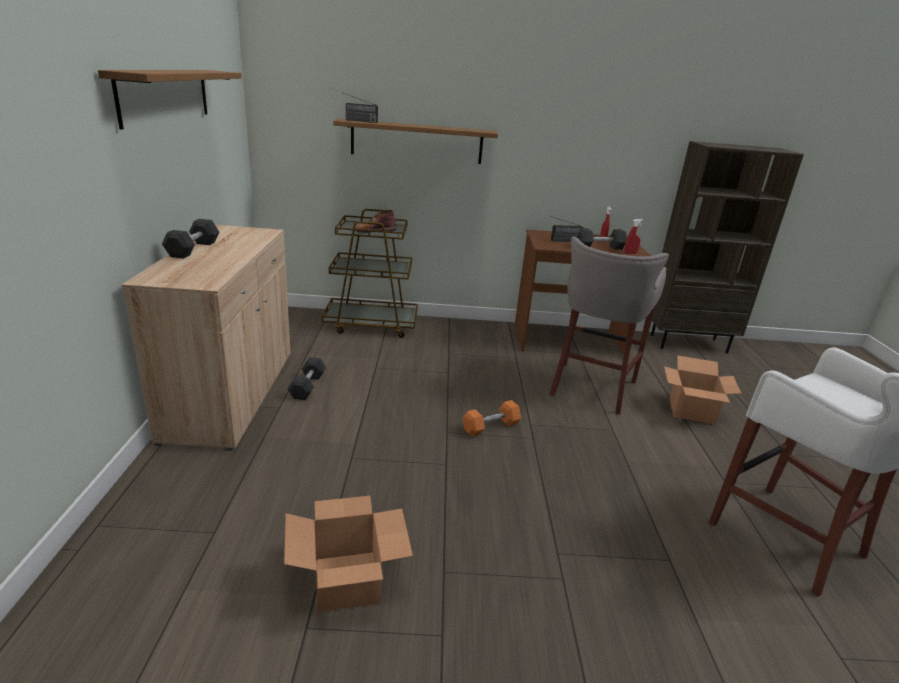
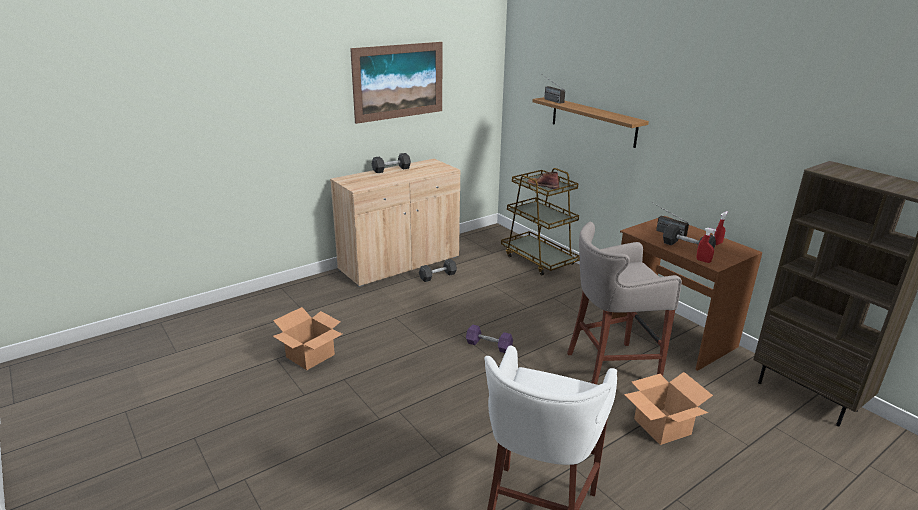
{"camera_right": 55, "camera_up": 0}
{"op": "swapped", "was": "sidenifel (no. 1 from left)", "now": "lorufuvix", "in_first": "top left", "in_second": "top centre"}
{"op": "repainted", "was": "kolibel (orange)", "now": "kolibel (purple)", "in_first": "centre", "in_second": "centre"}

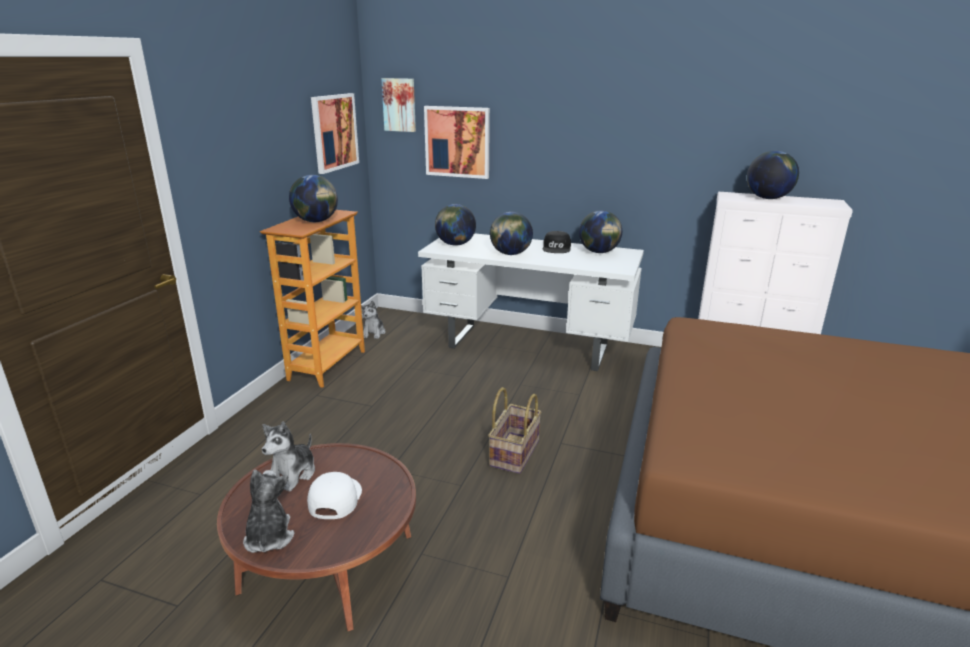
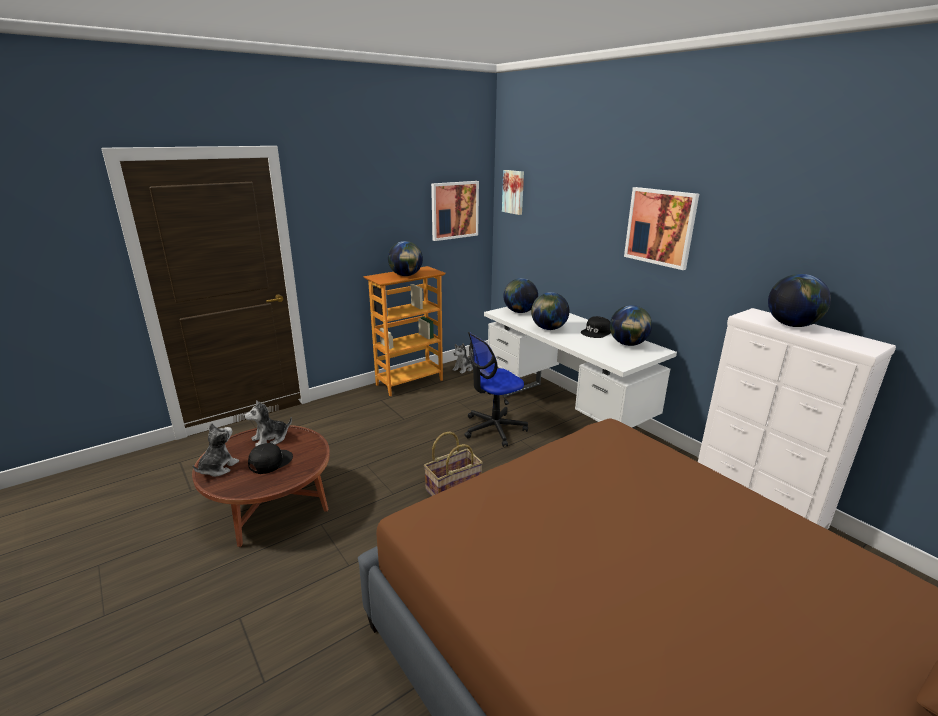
{"camera_right": 35, "camera_up": 0}
{"op": "new", "now": "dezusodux", "in_second": "centre"}
{"op": "shifted", "was": "lorufuvix (no. 3 from left)", "in_first": "top centre", "in_second": "top right"}
{"op": "repainted", "was": "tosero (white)", "now": "tosero (black) (no. 1 from left)", "in_first": "bottom centre", "in_second": "middle left"}

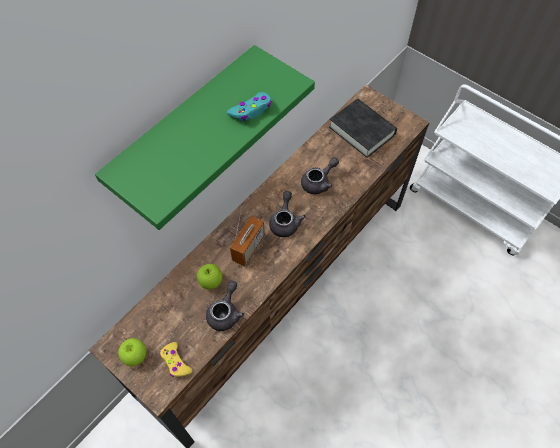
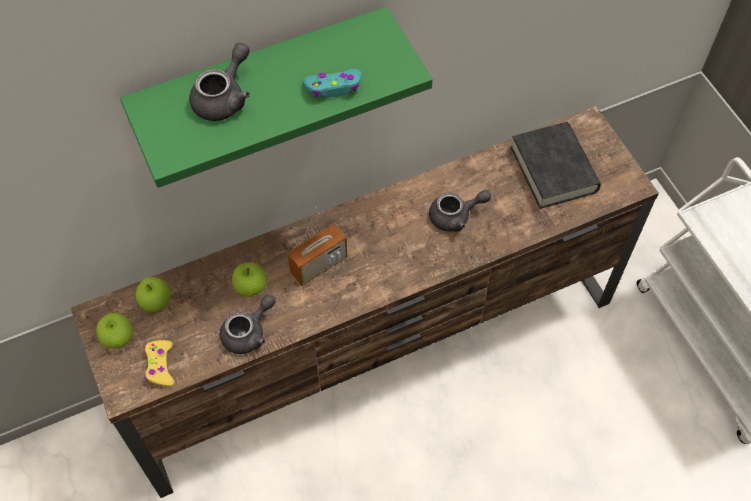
{"camera_right": 25, "camera_up": 0}
{"op": "new", "now": "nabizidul (no. 2 from left)", "in_second": "middle left"}
{"op": "shifted", "was": "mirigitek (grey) (no. 2 from left in the first image)", "now": "mirigitek (grey) (no. 1 from left)", "in_first": "centre", "in_second": "top left"}

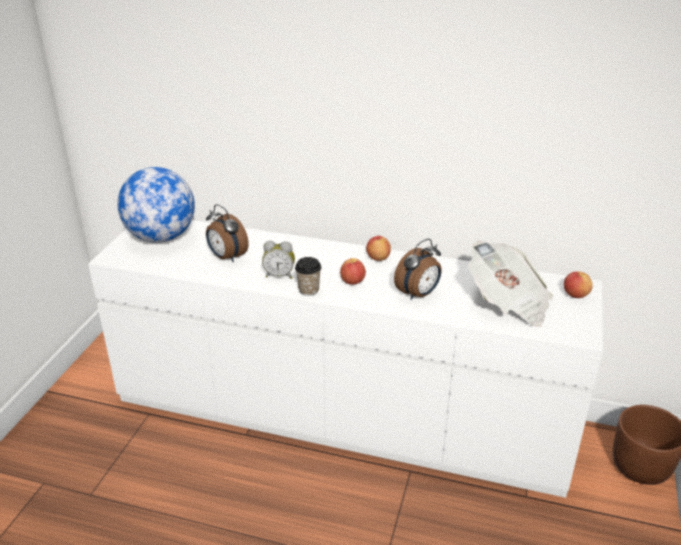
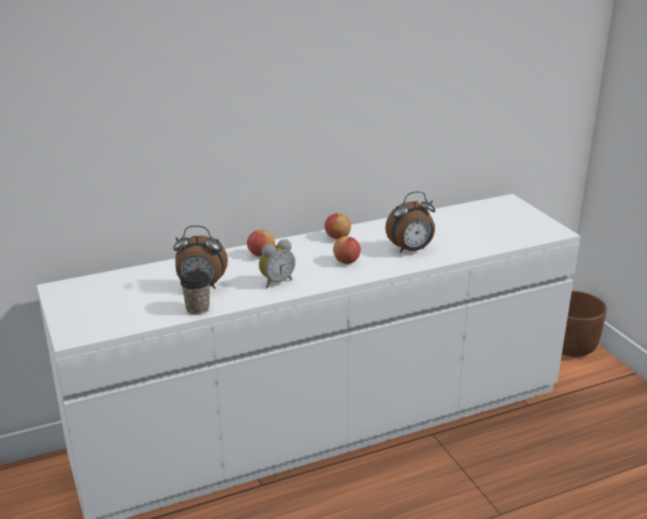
{"camera_right": -40, "camera_up": -5}
{"op": "gone", "was": "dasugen", "in_first": "middle left"}
{"op": "gone", "was": "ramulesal", "in_first": "middle right"}
{"op": "shifted", "was": "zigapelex", "in_first": "centre", "in_second": "middle left"}
{"op": "shifted", "was": "nabizidul (no. 3 from left in the first image)", "now": "nabizidul (no. 1 from left)", "in_first": "middle right", "in_second": "centre"}
{"op": "rotated", "was": "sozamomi (no. 3 from left)", "in_first": "centre", "in_second": "centre", "clockwise": 60}

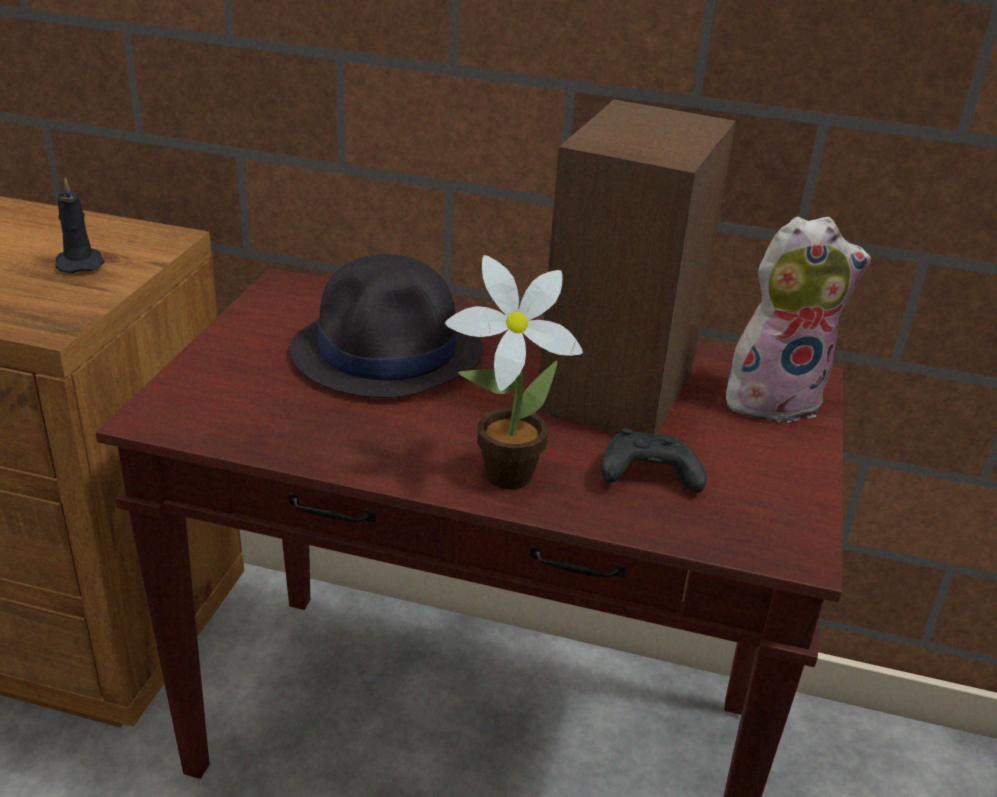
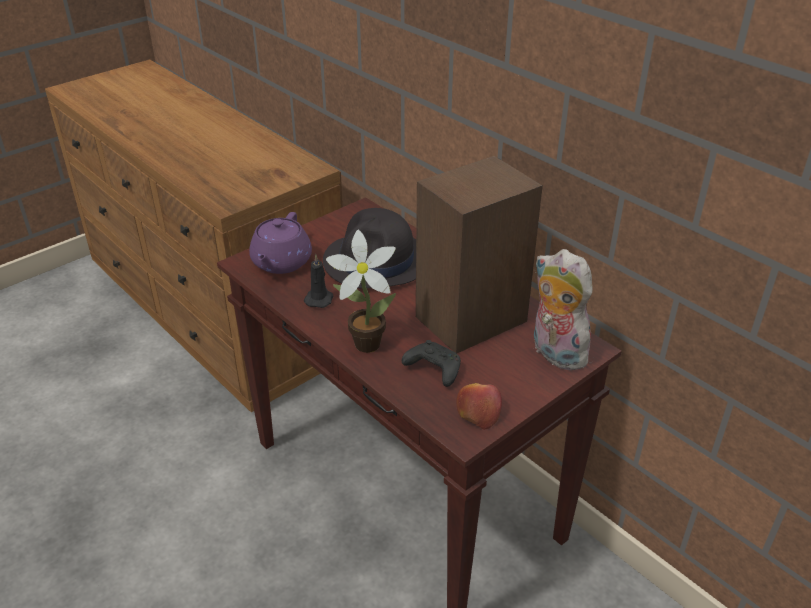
{"camera_right": 35, "camera_up": 5}
{"op": "new", "now": "mirigitek (purple)", "in_second": "centre"}
{"op": "new", "now": "nabizidul", "in_second": "bottom centre"}
{"op": "shifted", "was": "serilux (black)", "in_first": "top left", "in_second": "centre"}
{"op": "rotated", "was": "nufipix", "in_first": "middle right", "in_second": "middle right", "clockwise": -150}

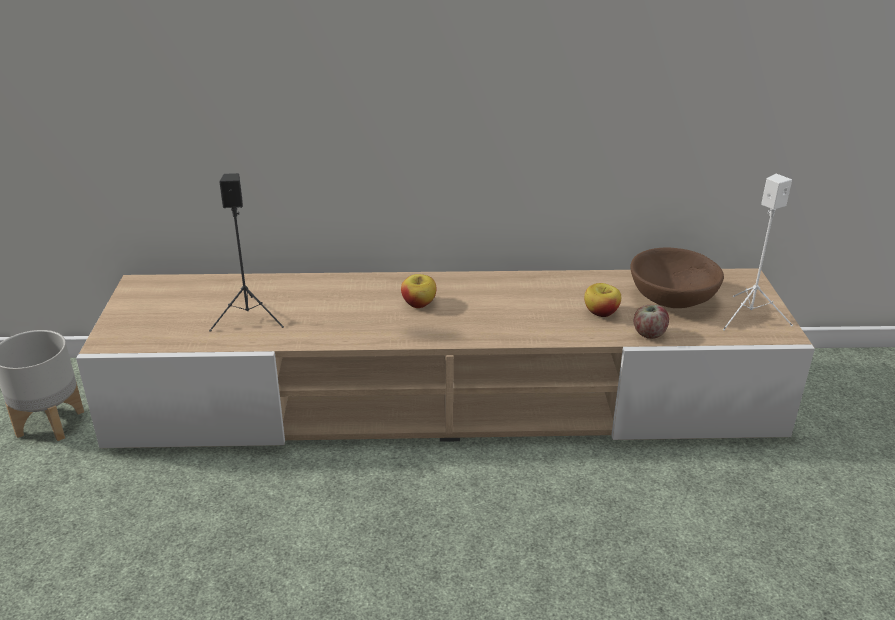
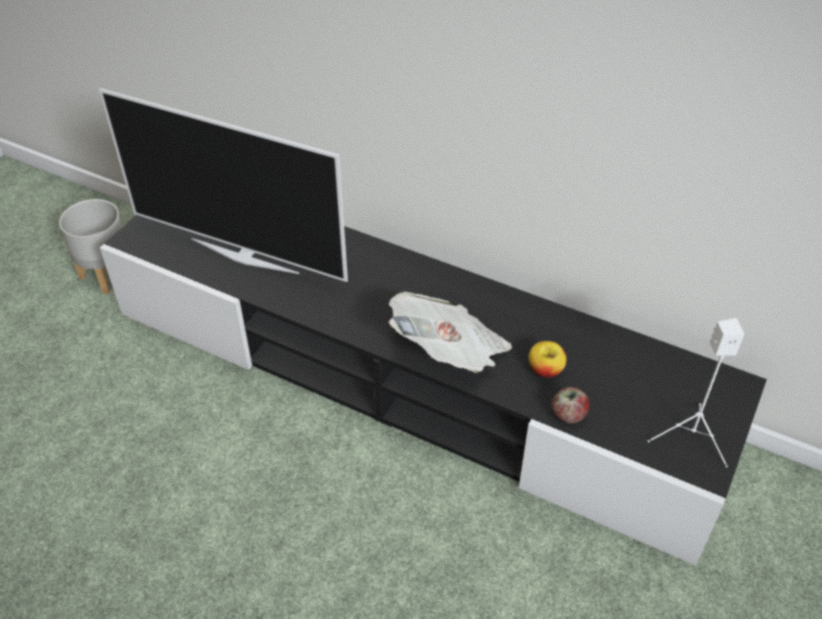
{"camera_right": 30, "camera_up": 15}
{"op": "gone", "was": "nabizidul (no. 1 from left)", "in_first": "centre"}
{"op": "gone", "was": "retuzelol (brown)", "in_first": "middle right"}
{"op": "new", "now": "ramulesal", "in_second": "centre"}
{"op": "swapped", "was": "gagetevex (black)", "now": "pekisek", "in_first": "middle left", "in_second": "top left"}
{"op": "repainted", "was": "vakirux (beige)", "now": "vakirux (black)", "in_first": "centre", "in_second": "centre"}

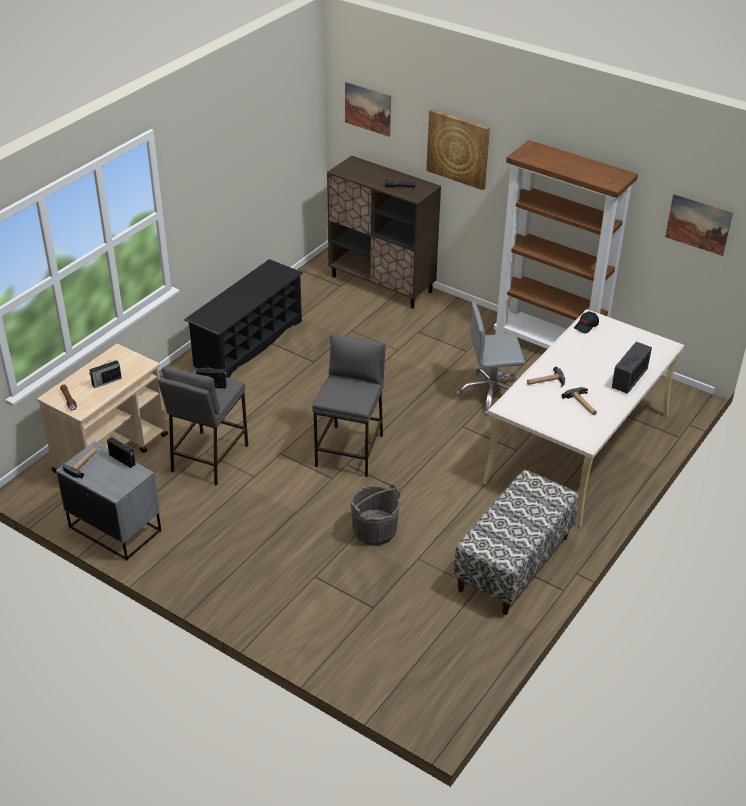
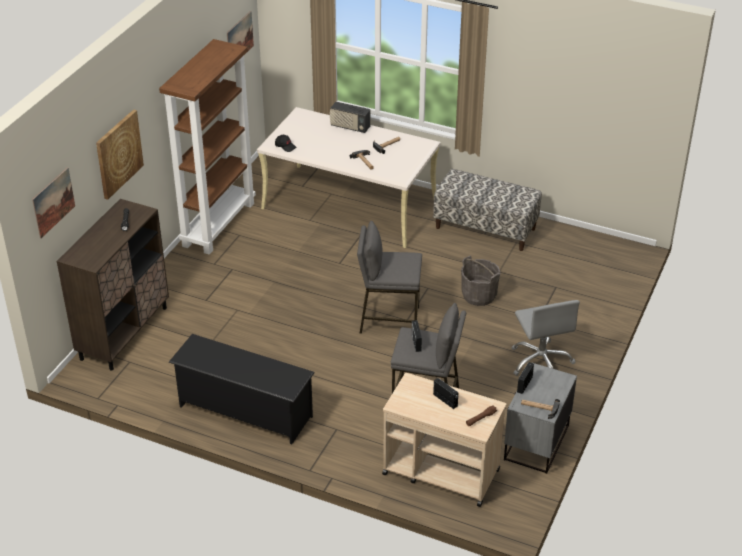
{"camera_right": -100, "camera_up": 0}
{"op": "shifted", "was": "dezusodux (grey)", "in_first": "centre", "in_second": "middle right"}

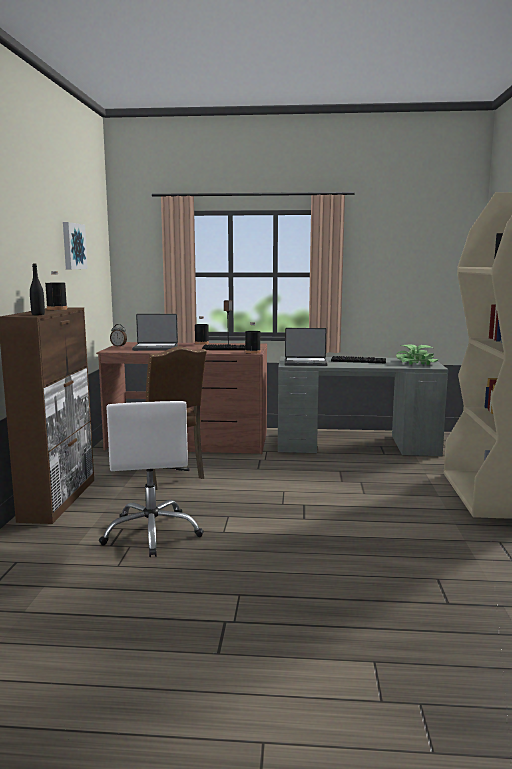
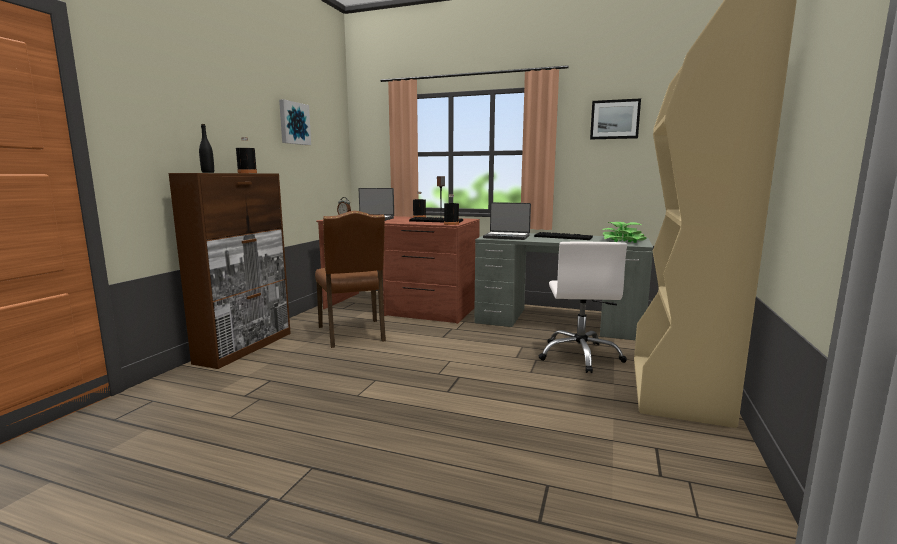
{"camera_right": 15, "camera_up": 0}
{"op": "new", "now": "lorufuvix (no. 2 from left)", "in_second": "top right"}
{"op": "shifted", "was": "dezusodux (white)", "in_first": "middle left", "in_second": "centre"}

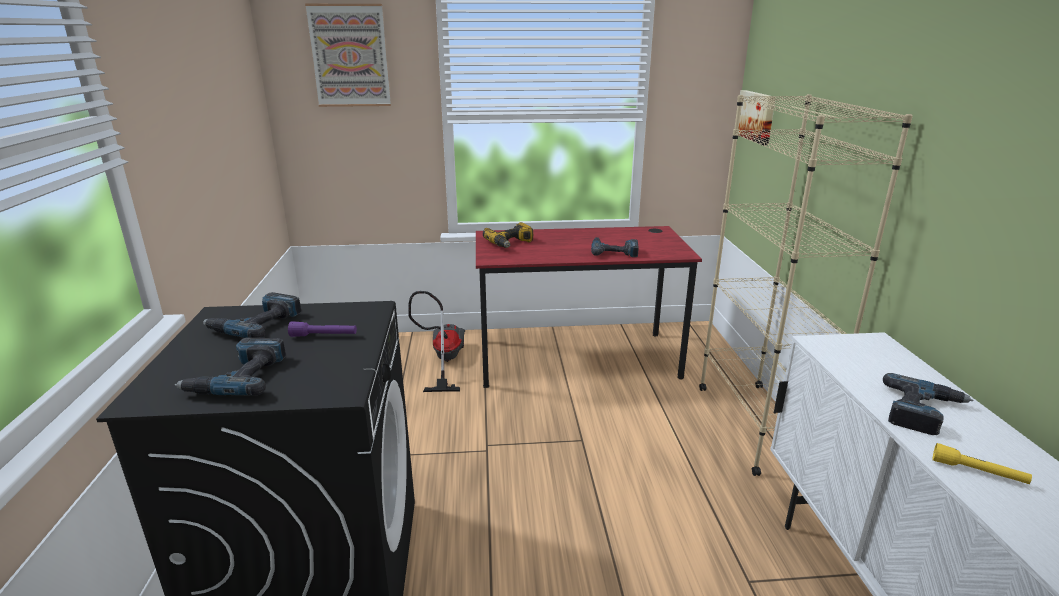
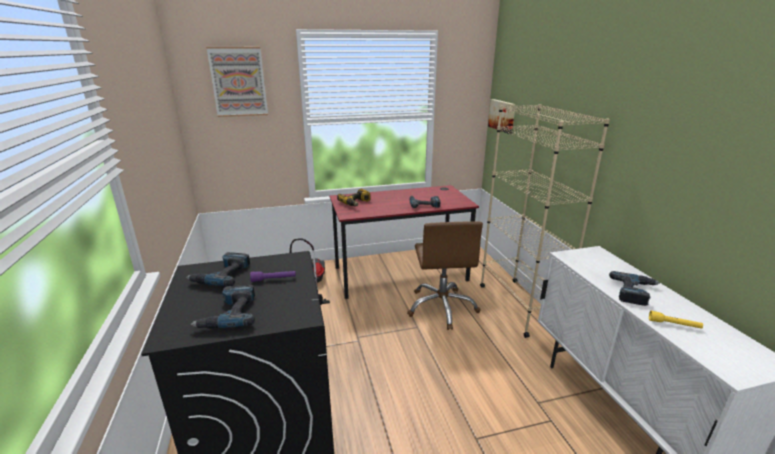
{"camera_right": -10, "camera_up": 0}
{"op": "new", "now": "dezusodux (brown)", "in_second": "centre"}

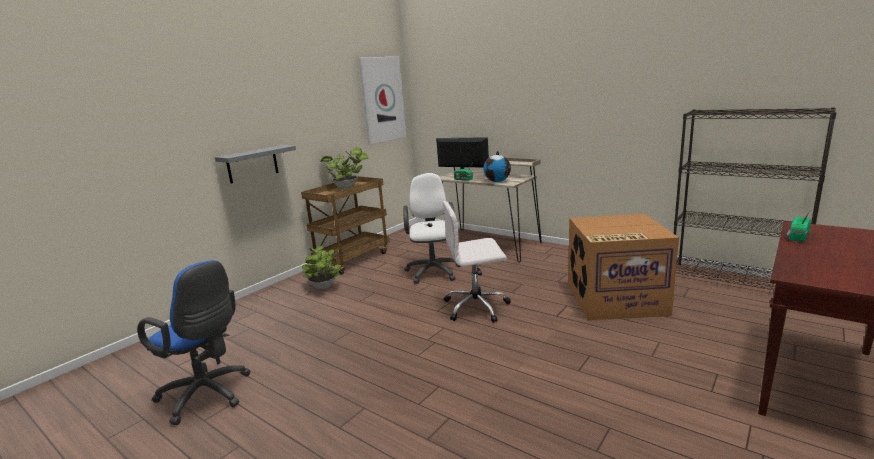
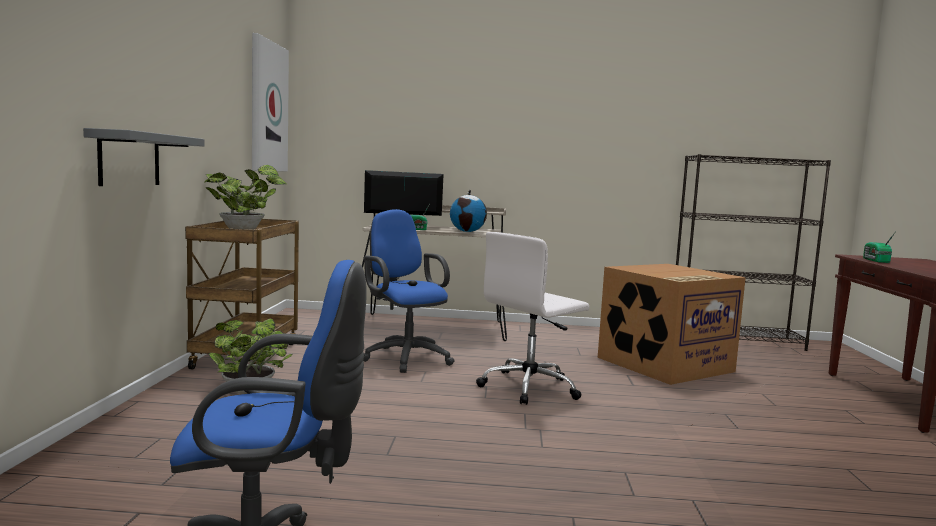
{"camera_right": -35, "camera_up": -10}
{"op": "repainted", "was": "dezusodux (white) (no. 1 from left)", "now": "dezusodux (blue) (no. 2 from left)", "in_first": "centre", "in_second": "centre"}

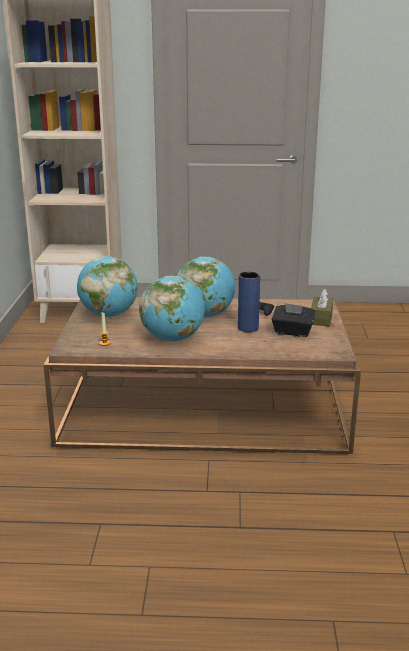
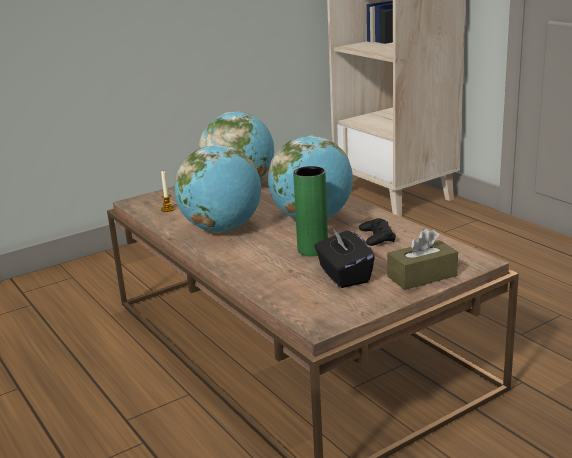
{"camera_right": 55, "camera_up": 0}
{"op": "repainted", "was": "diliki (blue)", "now": "diliki (green)", "in_first": "centre", "in_second": "centre"}

